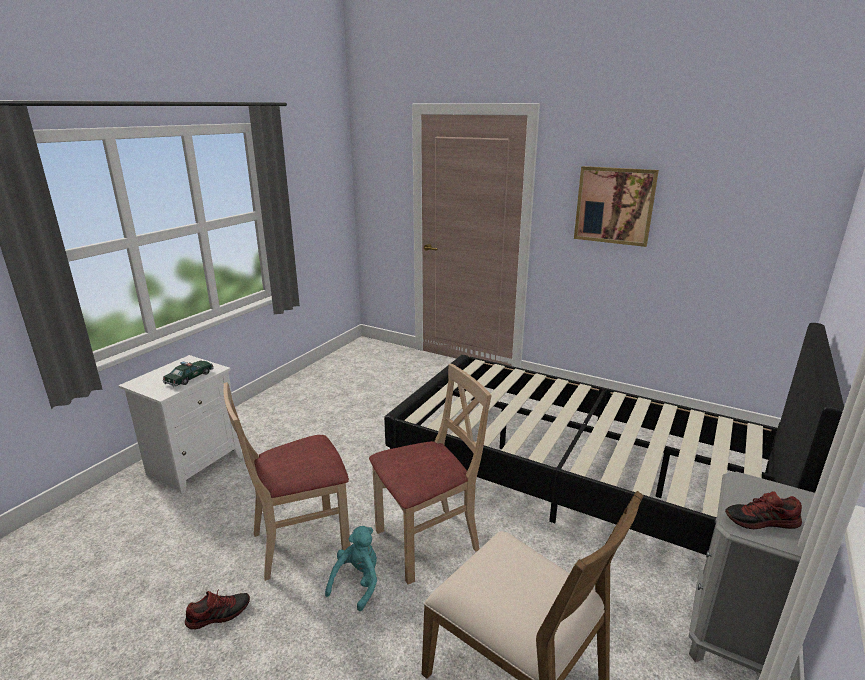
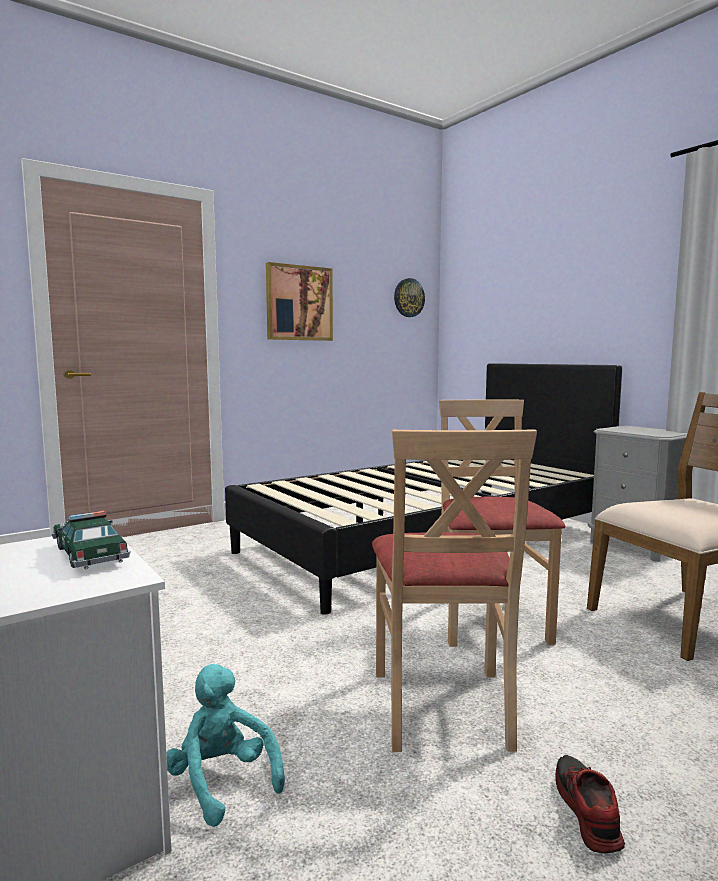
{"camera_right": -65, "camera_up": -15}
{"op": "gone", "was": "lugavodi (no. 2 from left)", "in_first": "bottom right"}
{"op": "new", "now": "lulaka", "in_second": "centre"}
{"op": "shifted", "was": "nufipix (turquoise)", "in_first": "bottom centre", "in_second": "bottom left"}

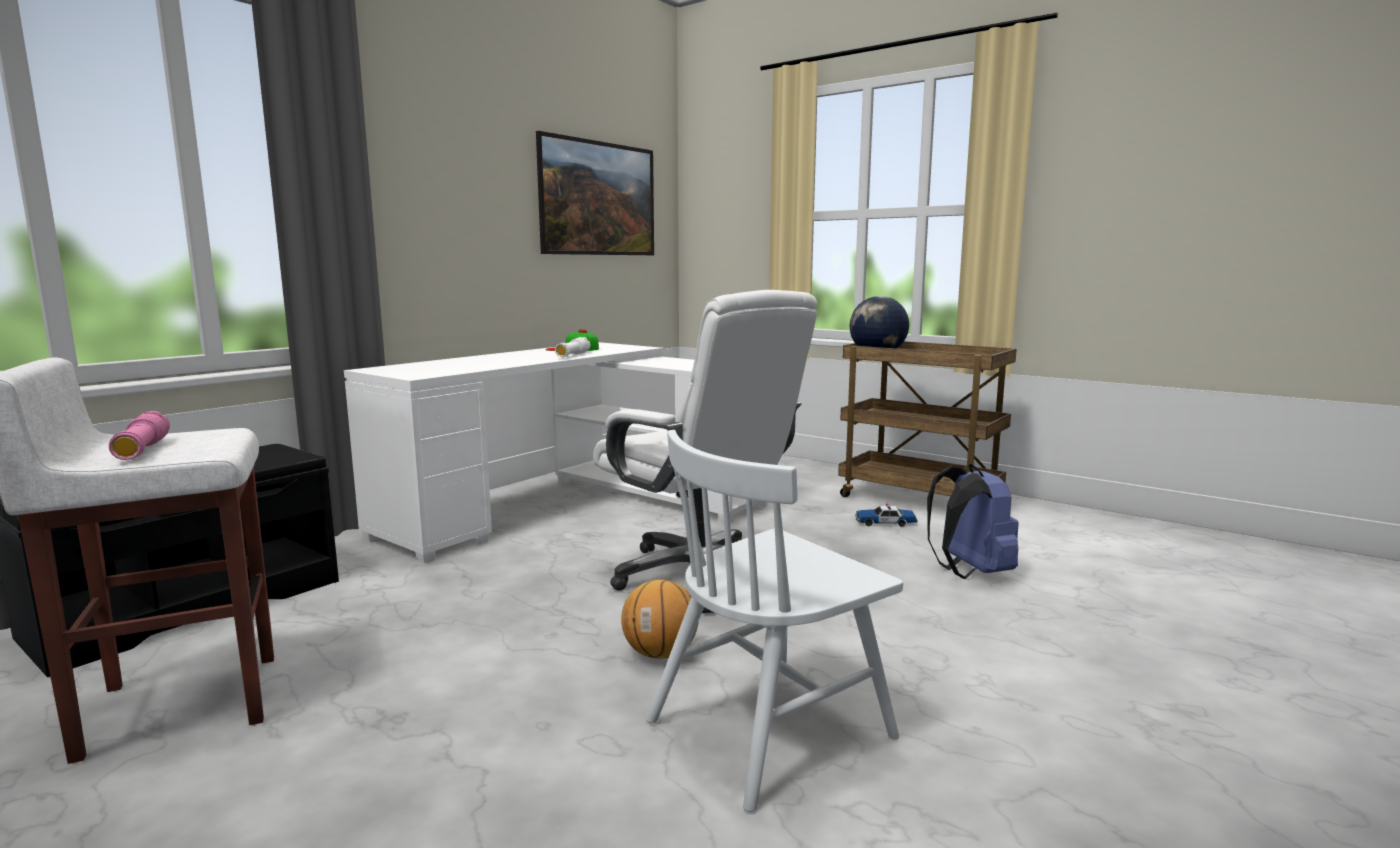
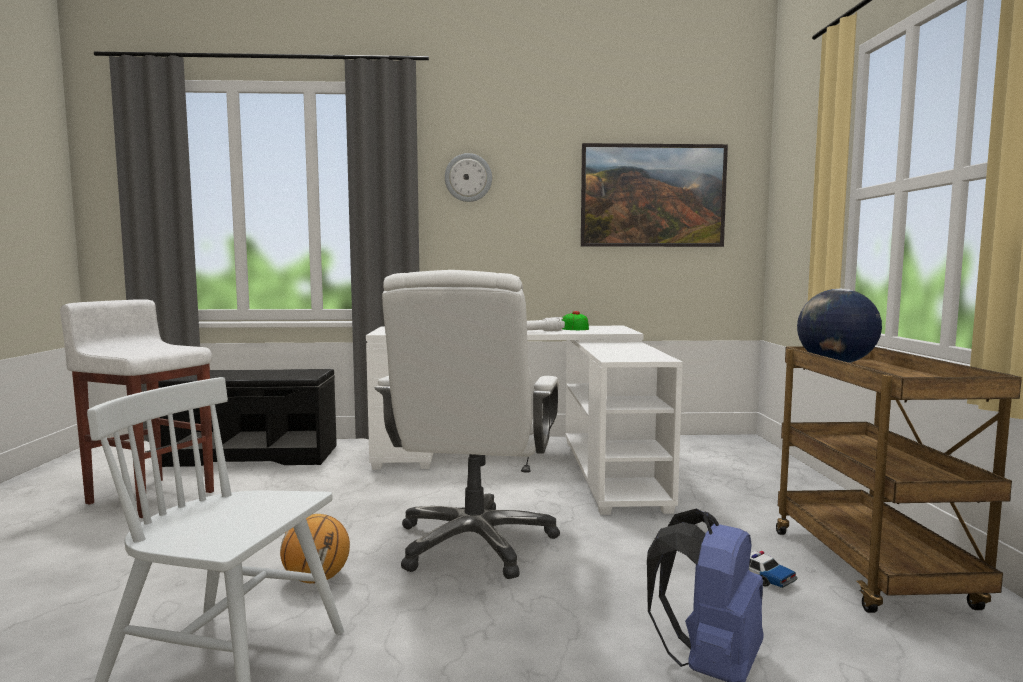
{"camera_right": 50, "camera_up": -5}
{"op": "gone", "was": "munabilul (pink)", "in_first": "middle left"}
{"op": "new", "now": "lulaka", "in_second": "top centre"}

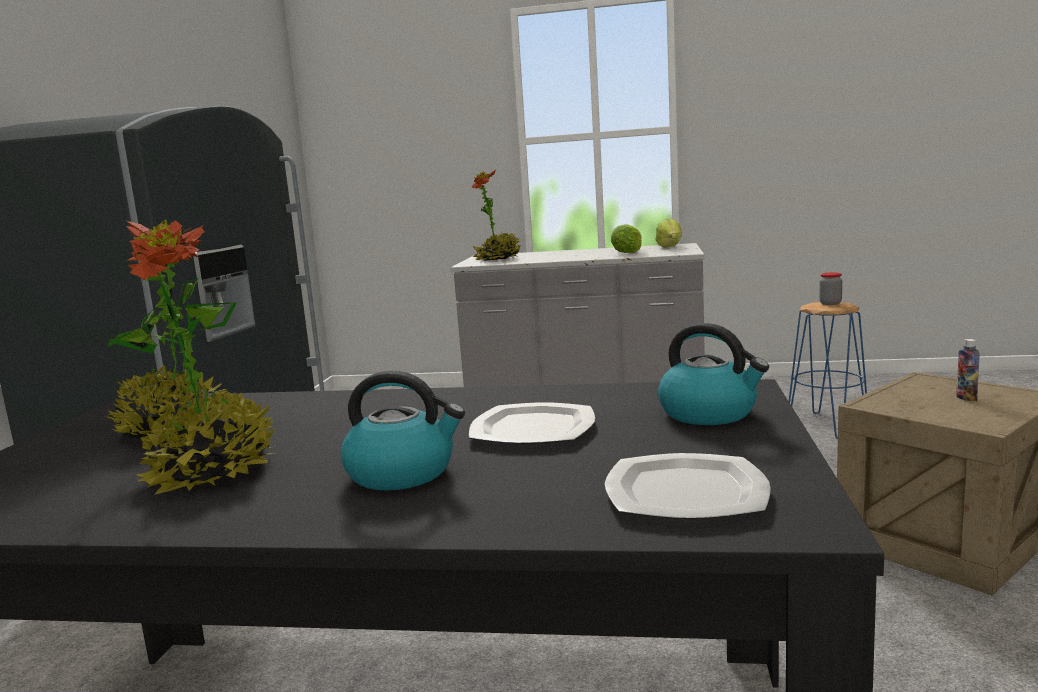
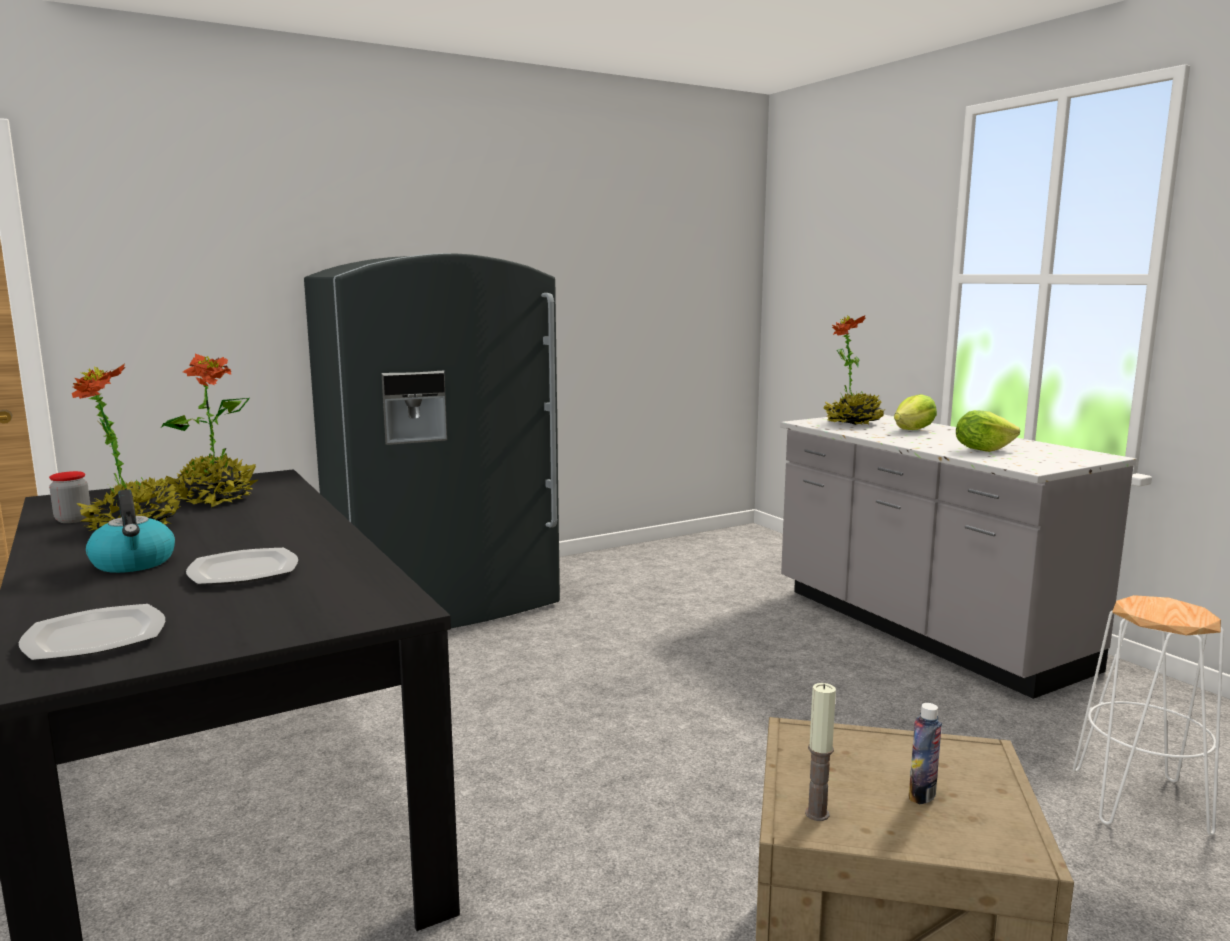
{"camera_right": 50, "camera_up": 0}
{"op": "gone", "was": "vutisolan (no. 2 from left)", "in_first": "middle right"}
{"op": "new", "now": "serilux", "in_second": "bottom right"}
{"op": "shifted", "was": "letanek (no. 2 from left in the first image)", "now": "letanek (no. 1 from left)", "in_first": "centre", "in_second": "middle right"}
{"op": "shifted", "was": "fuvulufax", "in_first": "middle right", "in_second": "middle left"}
{"op": "repainted", "was": "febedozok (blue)", "now": "febedozok (white)", "in_first": "middle right", "in_second": "bottom right"}

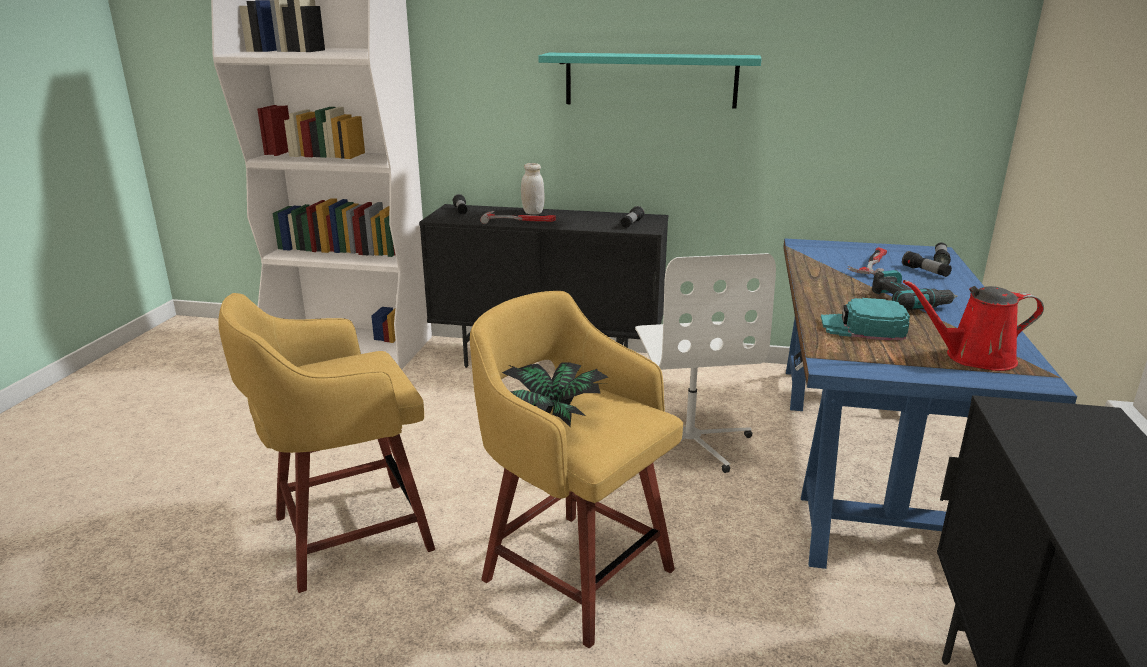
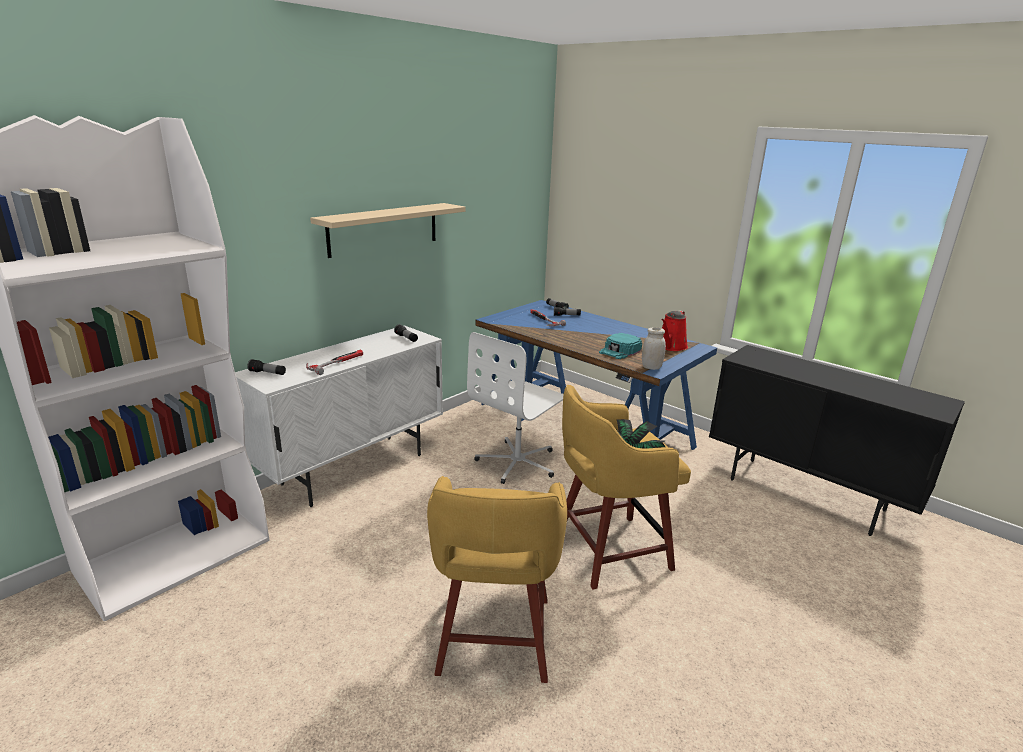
{"camera_right": -60, "camera_up": 0}
{"op": "gone", "was": "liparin", "in_first": "middle right"}
{"op": "shifted", "was": "fuvulufax (white)", "in_first": "top centre", "in_second": "centre"}
{"op": "repainted", "was": "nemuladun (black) (no. 1 from left)", "now": "nemuladun (white)", "in_first": "centre", "in_second": "middle left"}
{"op": "repainted", "was": "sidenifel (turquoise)", "now": "sidenifel (beige)", "in_first": "top centre", "in_second": "top centre"}
{"op": "rotated", "was": "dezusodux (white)", "in_first": "centre", "in_second": "centre", "clockwise": 105}

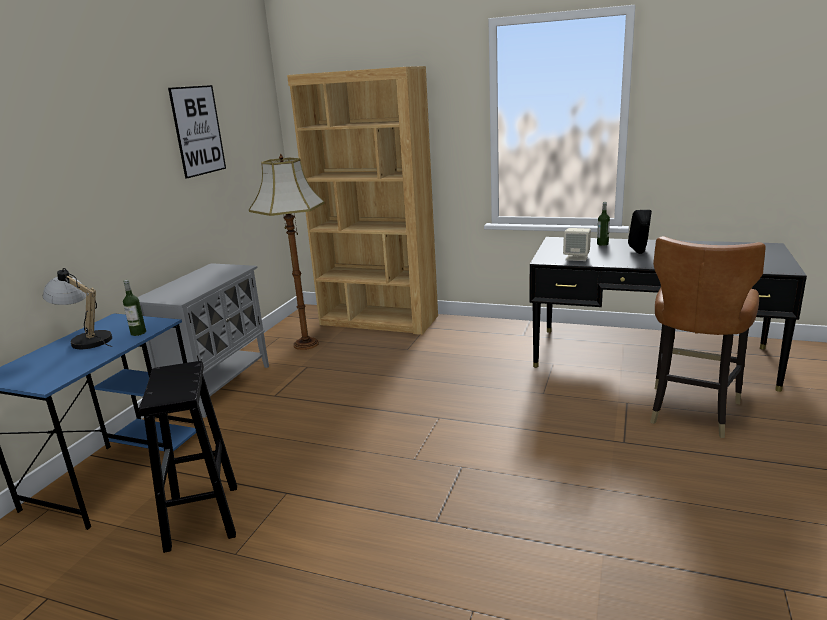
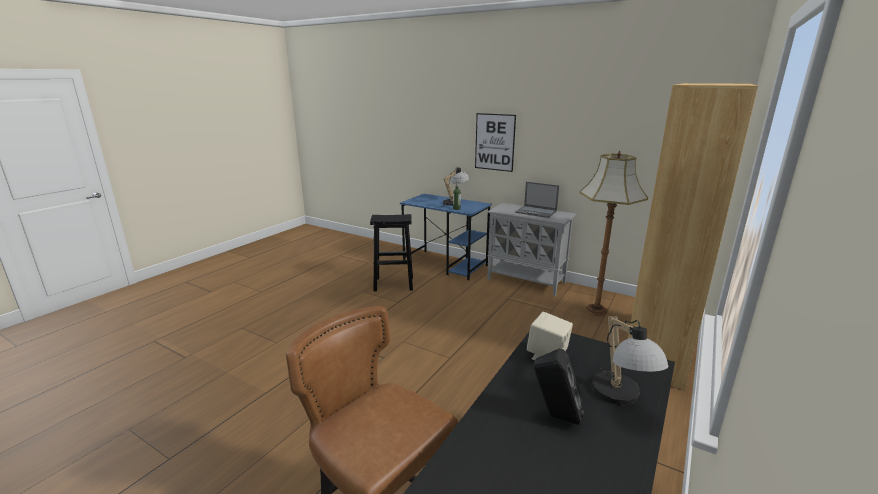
{"camera_right": 100, "camera_up": 0}
{"op": "new", "now": "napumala", "in_second": "centre"}
{"op": "shifted", "was": "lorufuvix", "in_first": "top left", "in_second": "top centre"}
{"op": "swapped", "was": "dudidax (no. 2 from left)", "now": "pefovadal (no. 2 from left)", "in_first": "middle right", "in_second": "bottom right"}

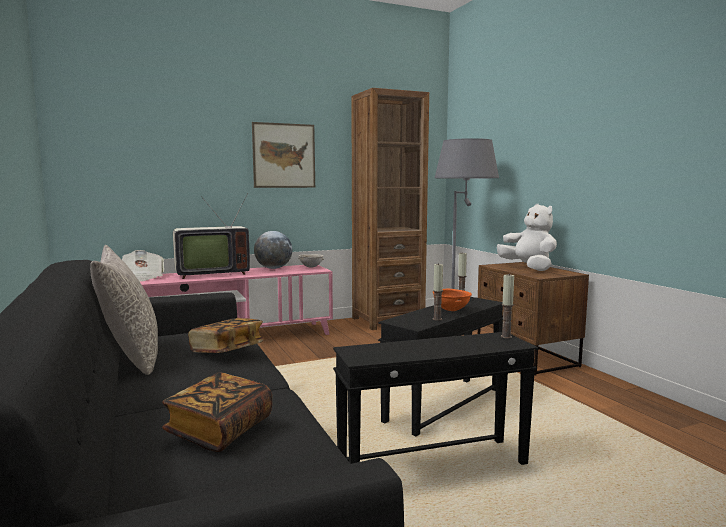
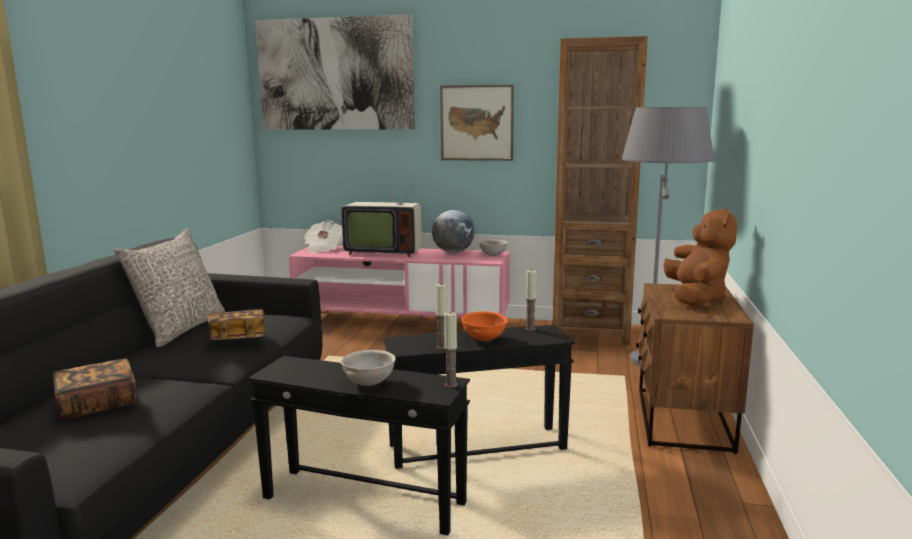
{"camera_right": 35, "camera_up": 5}
{"op": "new", "now": "lorufuvix (no. 1 from left)", "in_second": "top centre"}
{"op": "new", "now": "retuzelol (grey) (no. 1 from left)", "in_second": "bottom centre"}
{"op": "repainted", "was": "nufipix (white)", "now": "nufipix (brown)", "in_first": "middle right", "in_second": "middle right"}

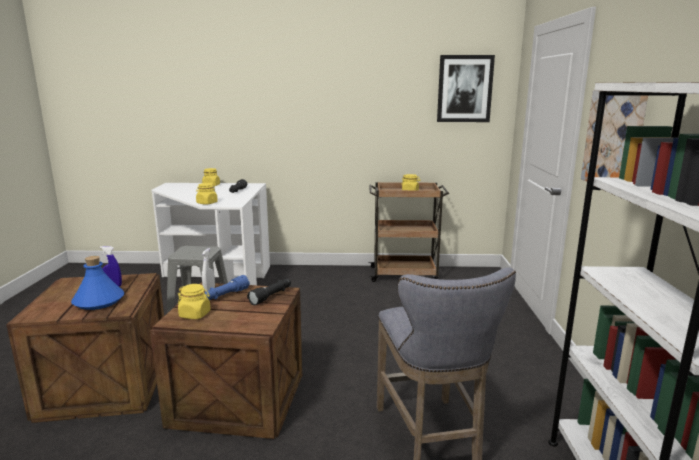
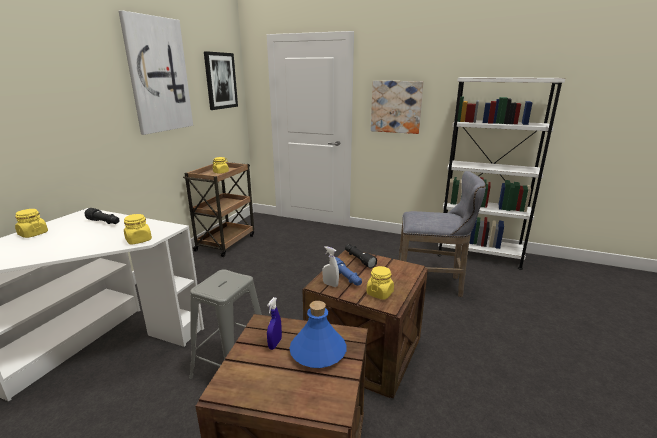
{"camera_right": -70, "camera_up": 5}
{"op": "new", "now": "lorufuvix (no. 1 from left)", "in_second": "top left"}

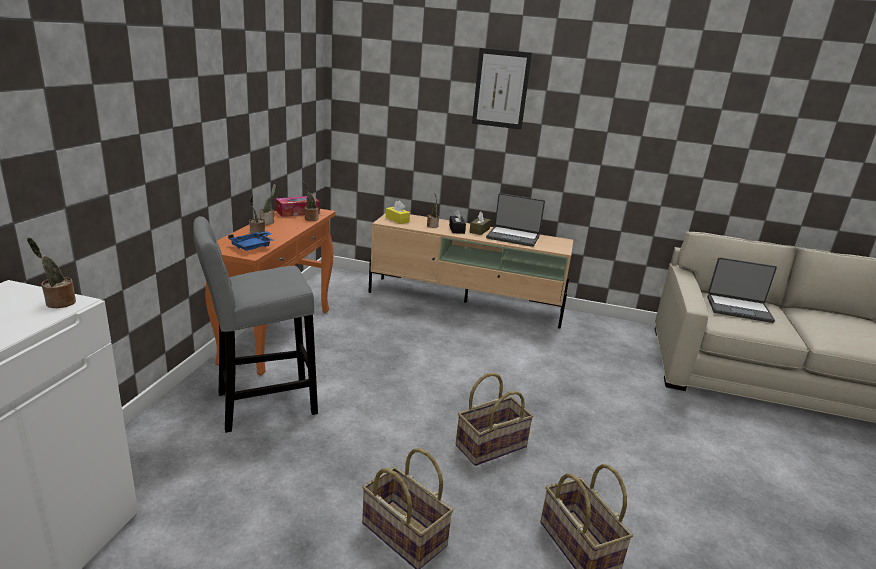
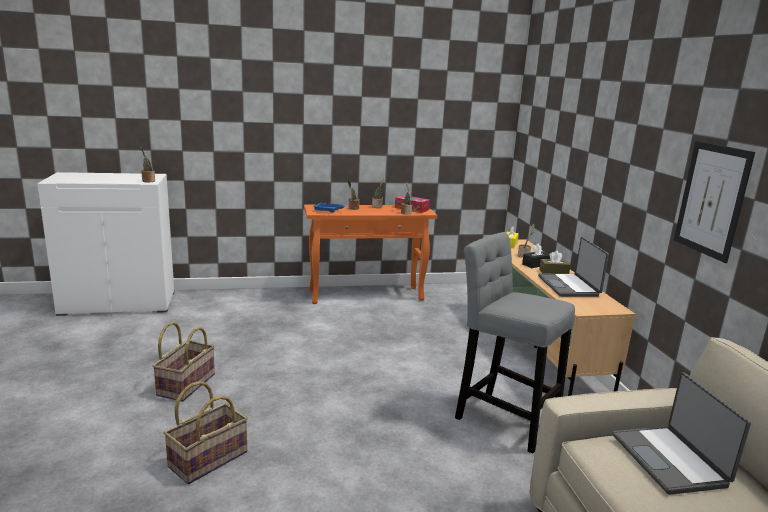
{"camera_right": 65, "camera_up": -5}
{"op": "gone", "was": "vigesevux (no. 2 from left)", "in_first": "bottom centre"}
{"op": "shifted", "was": "febedozok (grey)", "in_first": "middle left", "in_second": "bottom right"}
{"op": "shifted", "was": "lorufuvix", "in_first": "top centre", "in_second": "middle right"}

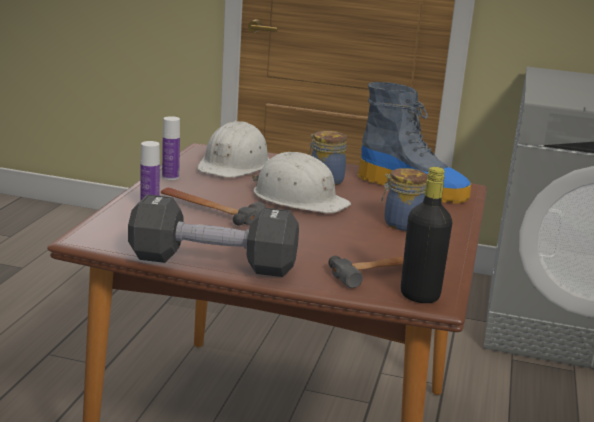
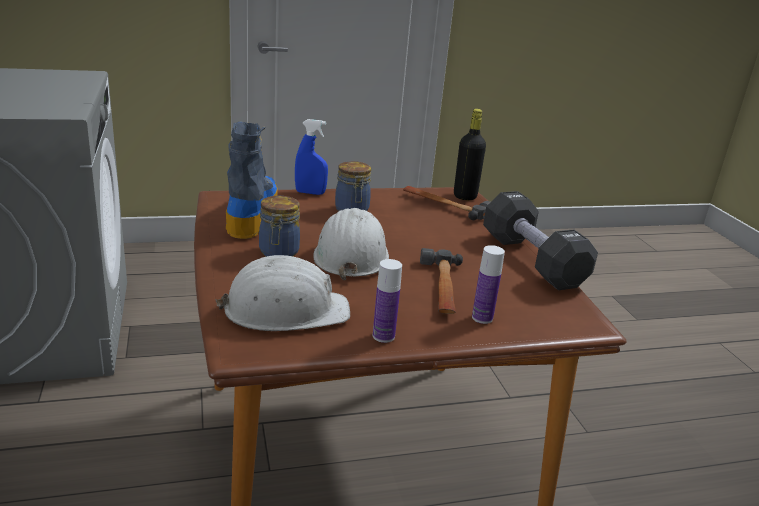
{"camera_right": -120, "camera_up": 5}
{"op": "new", "now": "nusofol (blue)", "in_second": "top centre"}

